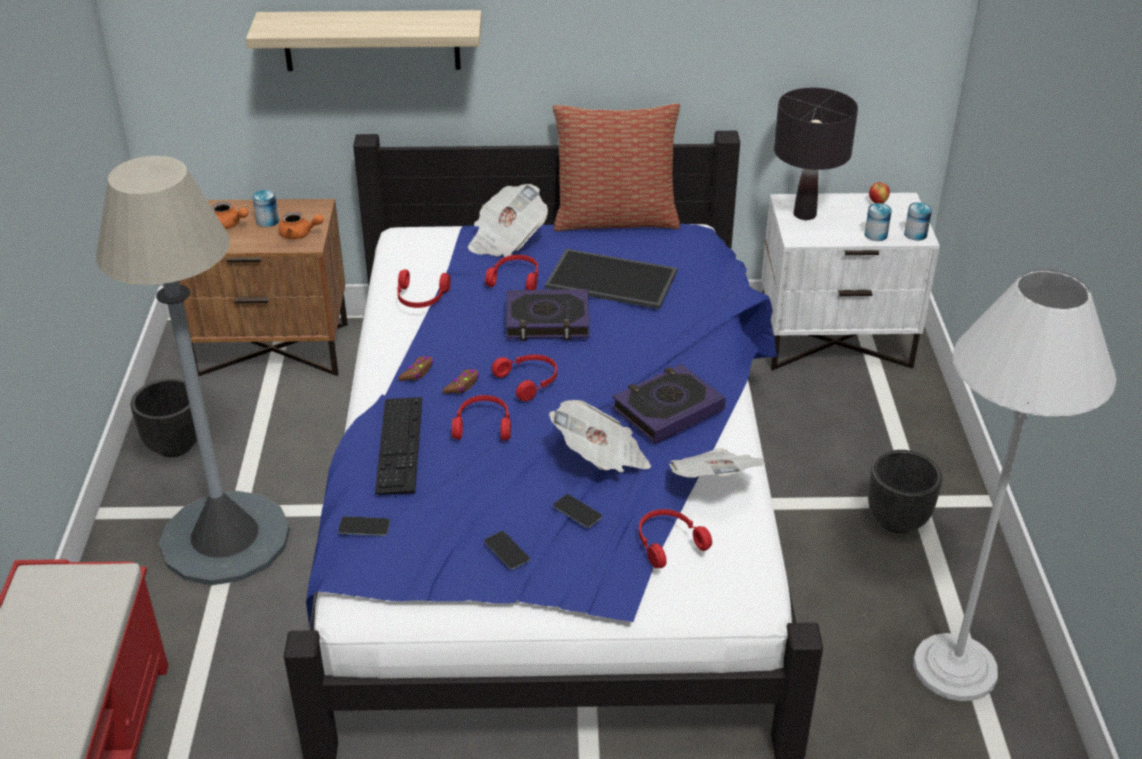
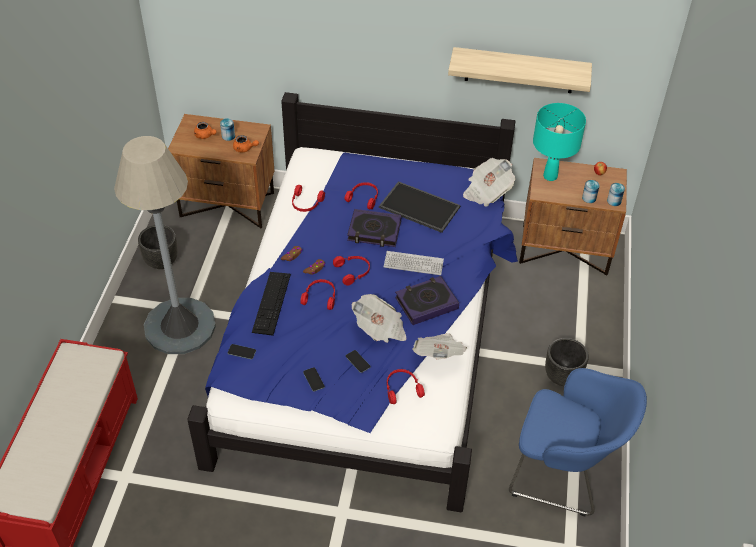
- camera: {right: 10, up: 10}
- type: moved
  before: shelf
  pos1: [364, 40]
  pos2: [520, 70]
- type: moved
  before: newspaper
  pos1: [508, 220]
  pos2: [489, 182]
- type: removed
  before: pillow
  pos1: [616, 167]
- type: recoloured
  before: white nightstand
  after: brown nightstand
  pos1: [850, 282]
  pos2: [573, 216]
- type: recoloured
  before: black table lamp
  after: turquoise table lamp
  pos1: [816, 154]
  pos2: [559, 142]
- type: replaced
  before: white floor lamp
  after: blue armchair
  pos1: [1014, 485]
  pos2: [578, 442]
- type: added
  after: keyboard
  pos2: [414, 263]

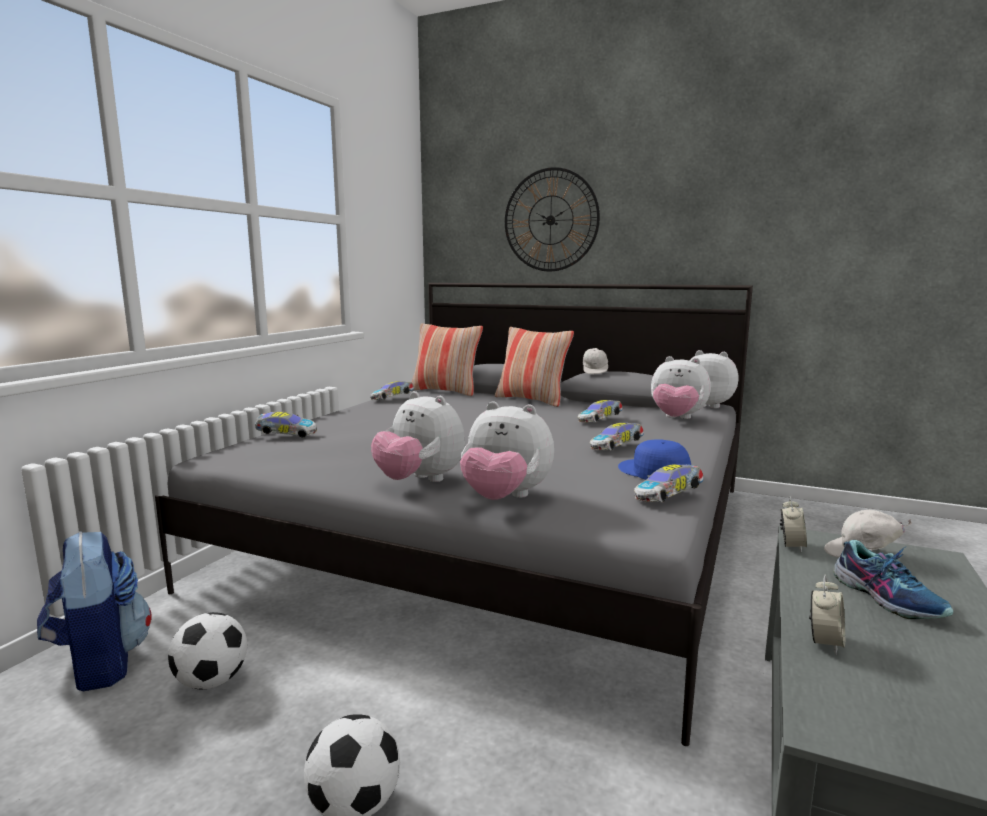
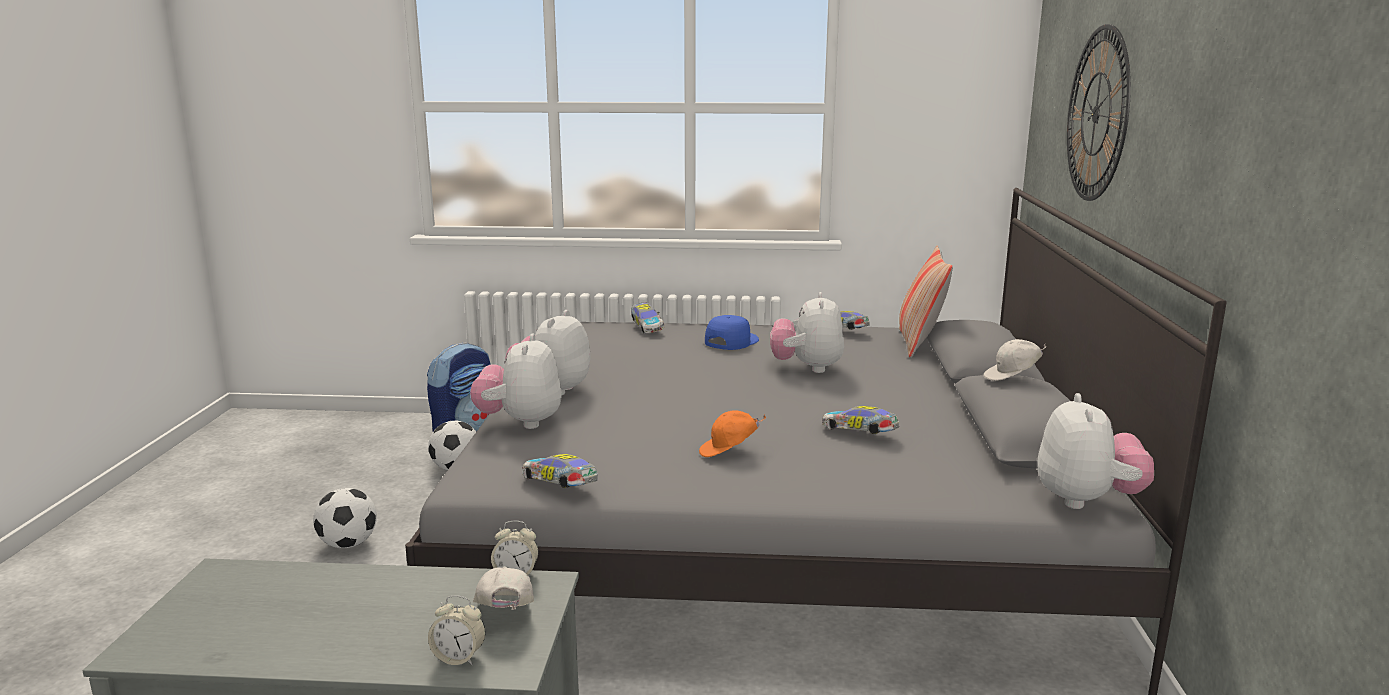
- camera: {right: 70, up: 5}
- type: removed
  before: pillow
  pos1: [534, 367]
- type: replaced
  before: toy car
  after: orange cap
  pos1: [617, 437]
  pos2: [732, 433]
- type: moved
  before: blue cap
  pos1: [654, 459]
  pos2: [732, 332]
- type: moved
  before: plush toy
  pos1: [681, 387]
  pos2: [807, 332]
- type: moved
  before: alarm clock
  pos1: [827, 614]
  pos2: [457, 630]
- type: removed
  before: shoe
  pos1: [893, 579]

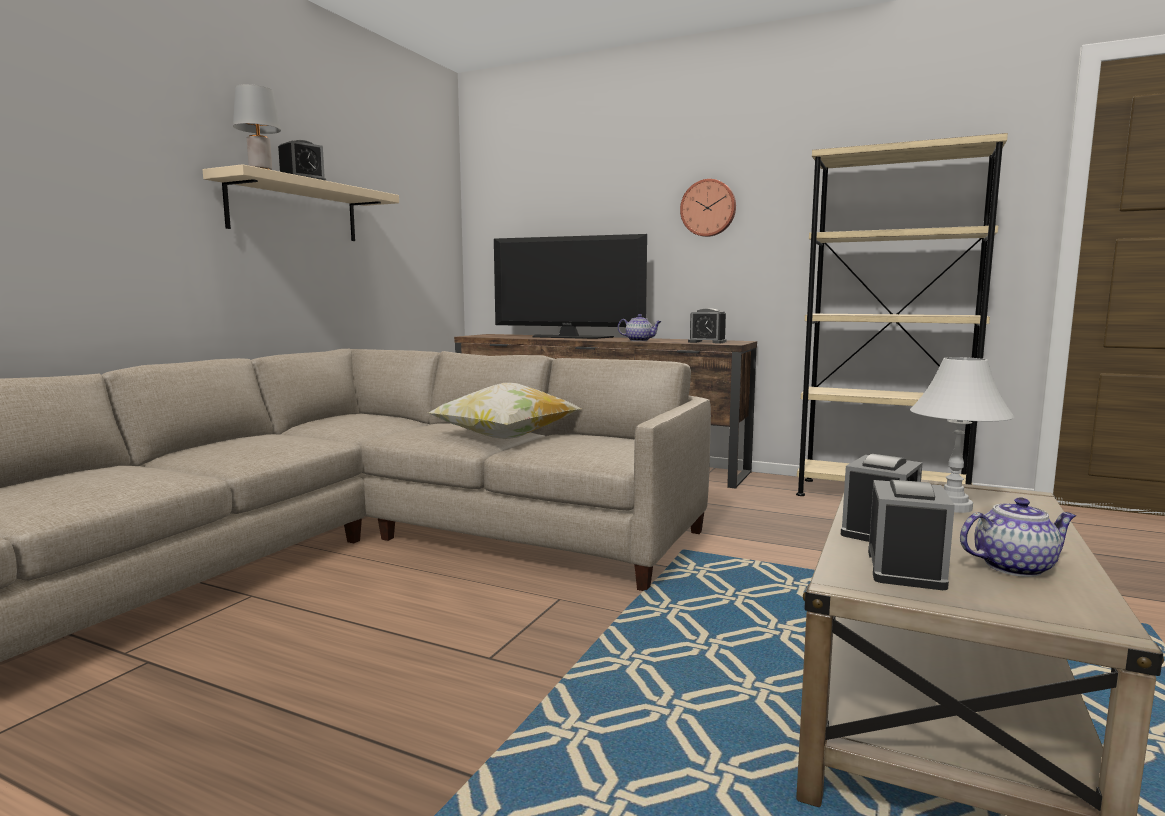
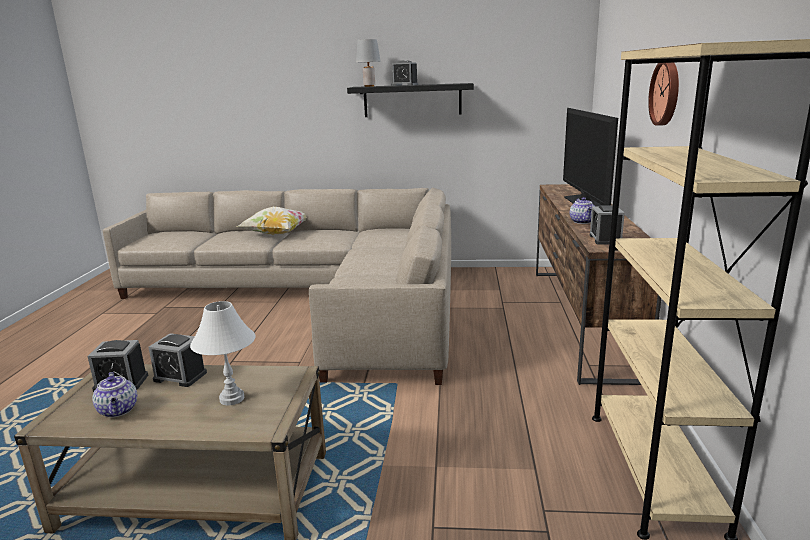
- camera: {right: 70, up: 10}
- type: recoloured
  before: beige shelf
  after: black shelf
  pos1: [301, 202]
  pos2: [410, 100]
- type: moved
  before: pillow
  pos1: [505, 411]
  pos2: [271, 221]

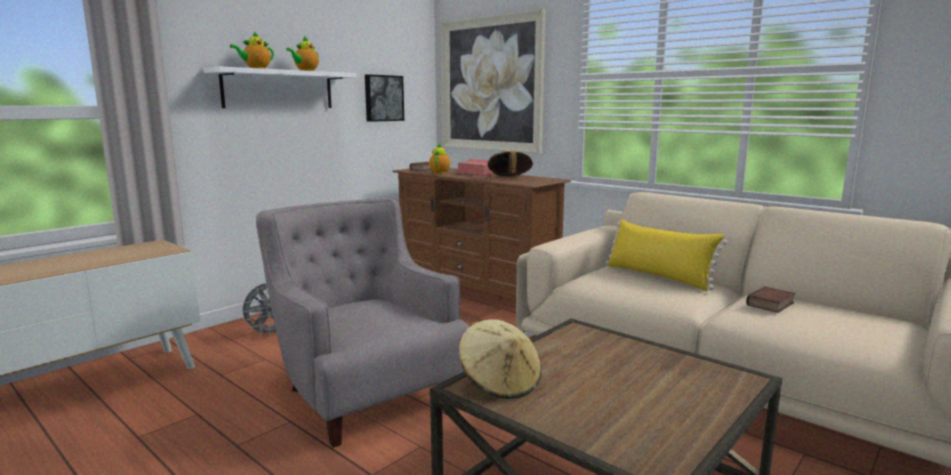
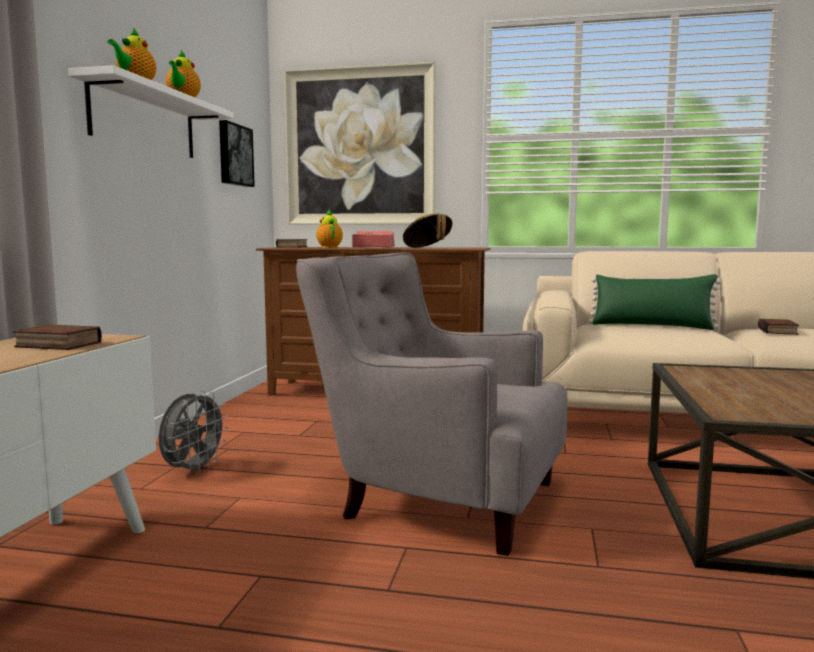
- camera: {right: -30, up: -5}
- type: removed
  before: beige hat
  pos1: [500, 359]
- type: recoloured
  before: yellow pillow
  after: green pillow
  pos1: [666, 255]
  pos2: [654, 302]
- type: added
  after: book
  pos2: [57, 337]

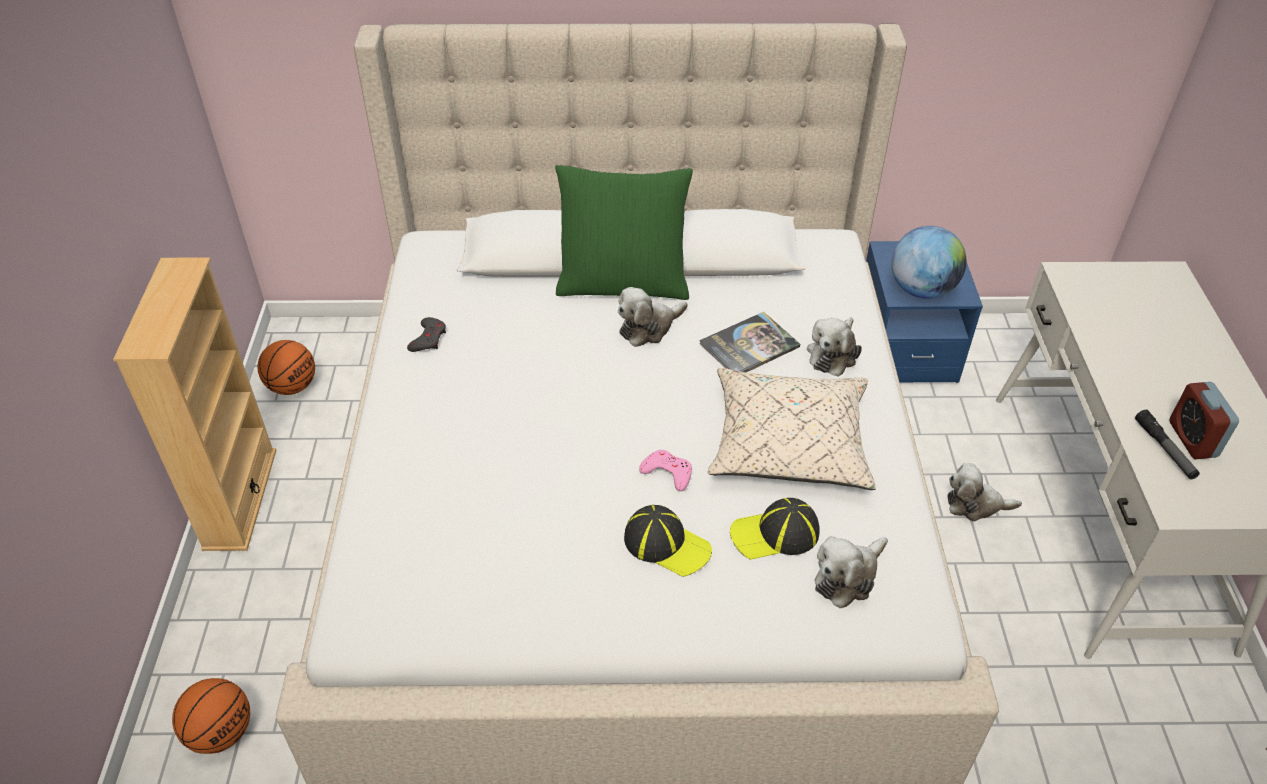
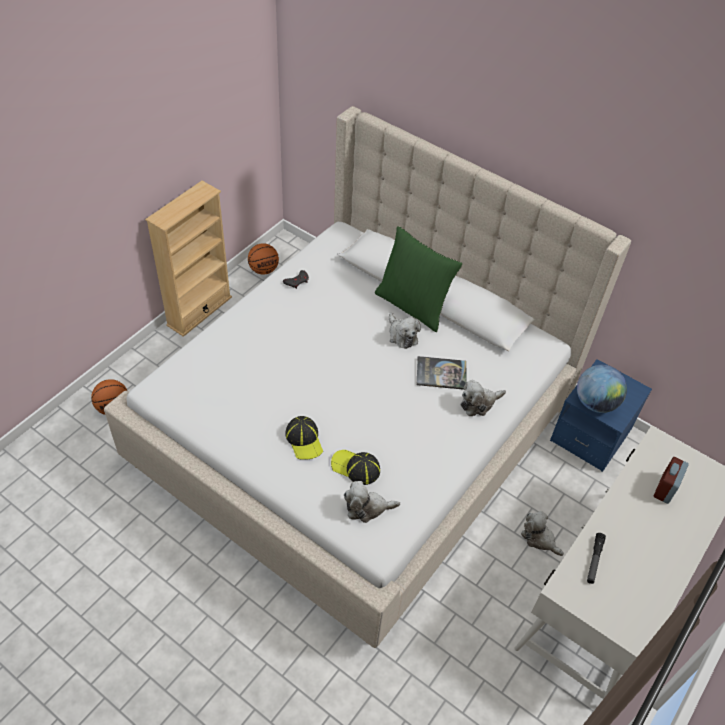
- camera: {right: 35, up: 5}
- type: turned
  before: plush toy
  pos1: [652, 317]
  pos2: [405, 330]
  turn: -120
- type: removed
  before: pink game controller
  pos1: [665, 470]
- type: removed
  before: beige pillow
  pos1: [792, 429]
- type: moved
  before: alarm clock
  pos1: [1204, 420]
  pos2: [671, 480]

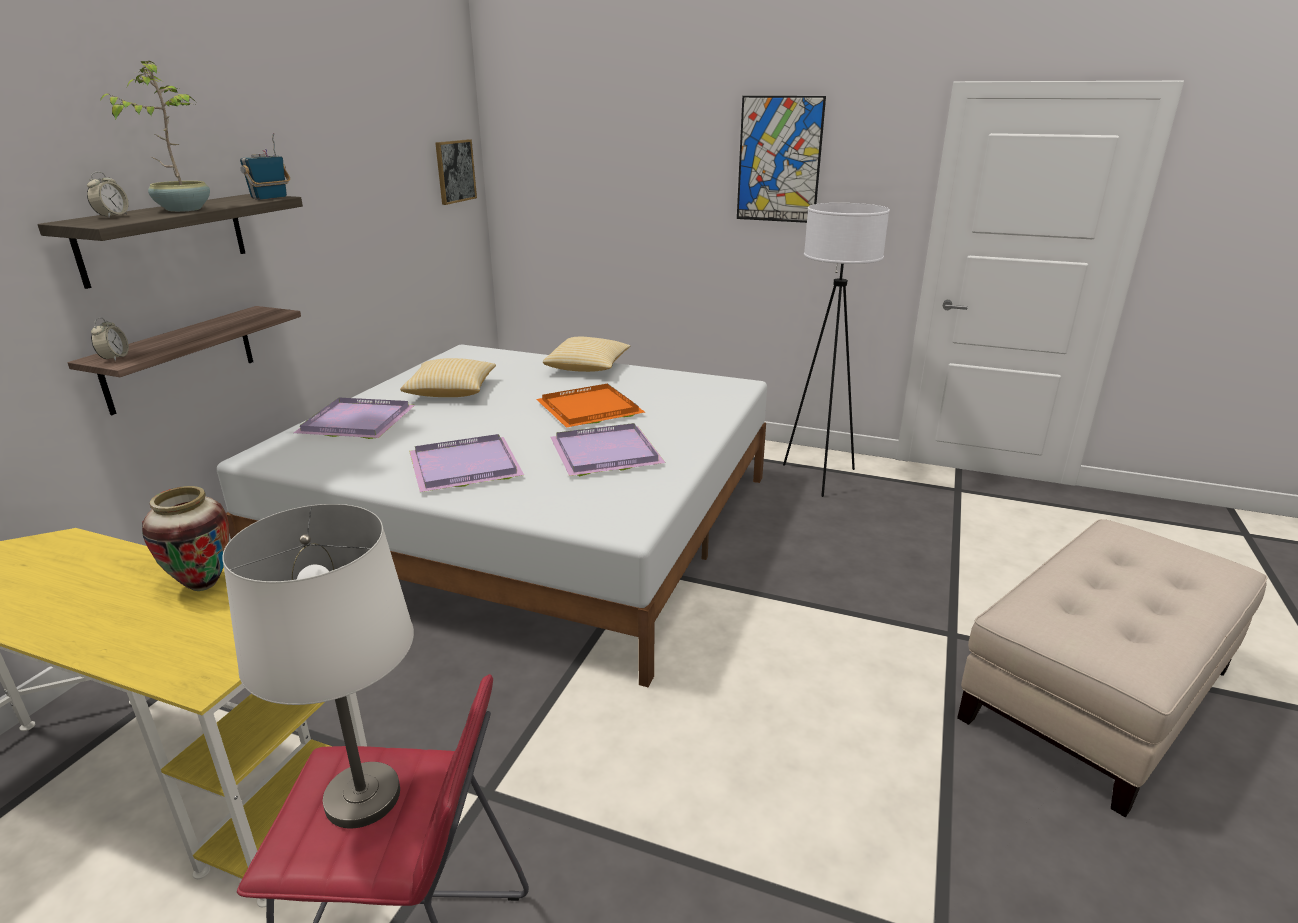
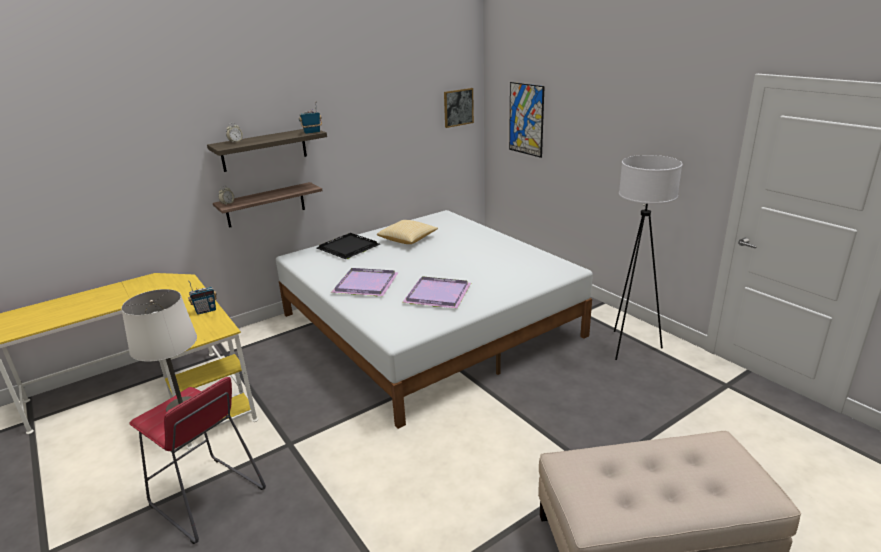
- camera: {right: 35, up: 0}
- type: removed
  before: potted plant
  pos1: [154, 136]
- type: replaced
  before: vase
  after: radio
  pos1: [185, 538]
  pos2: [202, 297]
- type: recoloured
  before: purple tray
  after: black tray
  pos1: [354, 418]
  pos2: [348, 246]
- type: removed
  before: orange tray
  pos1: [590, 405]
- type: removed
  before: pillow
  pos1: [587, 354]
- type: moved
  before: picture
  pos1: [781, 159]
  pos2: [527, 120]

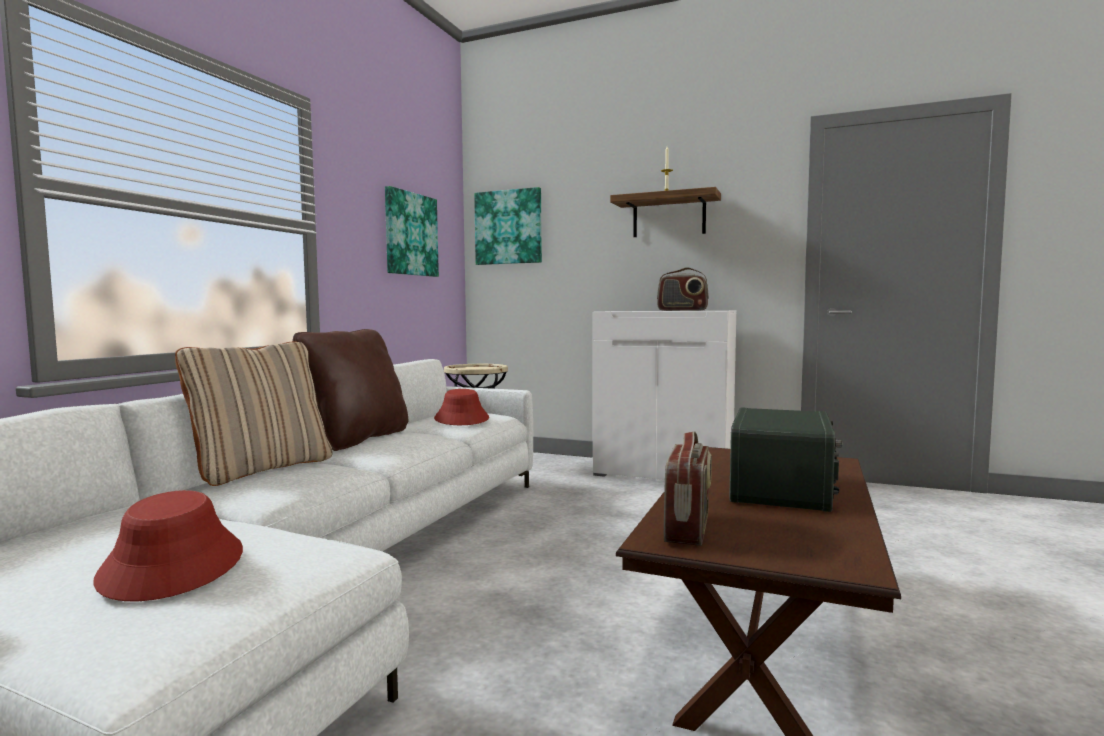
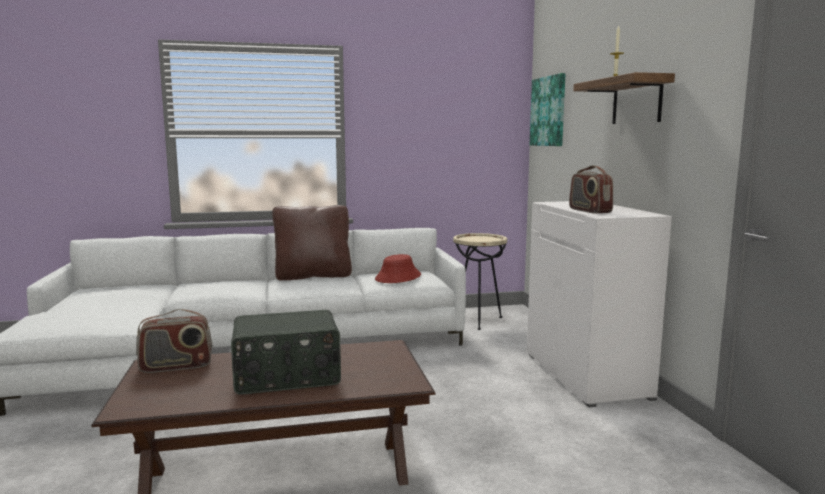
- camera: {right: 55, up: 5}
- type: removed
  before: red hat
  pos1: [168, 545]
- type: removed
  before: beige pillow
  pos1: [254, 413]
- type: removed
  before: picture
  pos1: [412, 231]

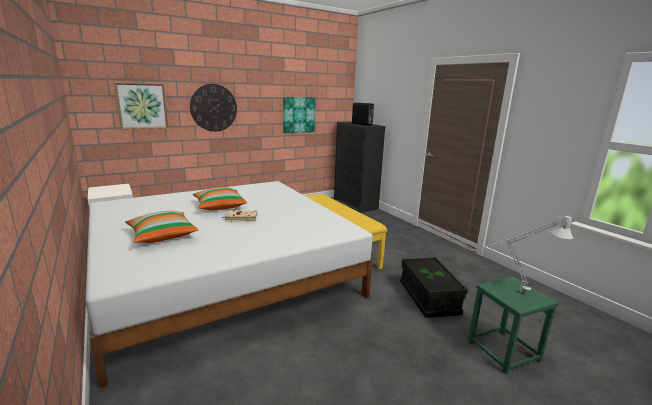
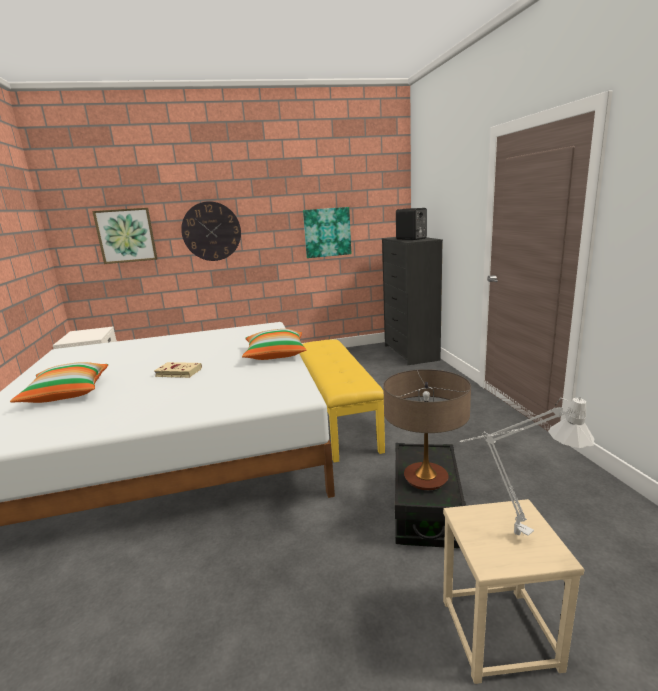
- camera: {right: 20, up: 0}
- type: moved
  before: pillow
  pos1: [220, 199]
  pos2: [274, 344]
- type: recoloured
  before: green stool
  after: beige stool
  pos1: [513, 326]
  pos2: [513, 591]
- type: added
  after: table lamp
  pos2: [427, 429]

